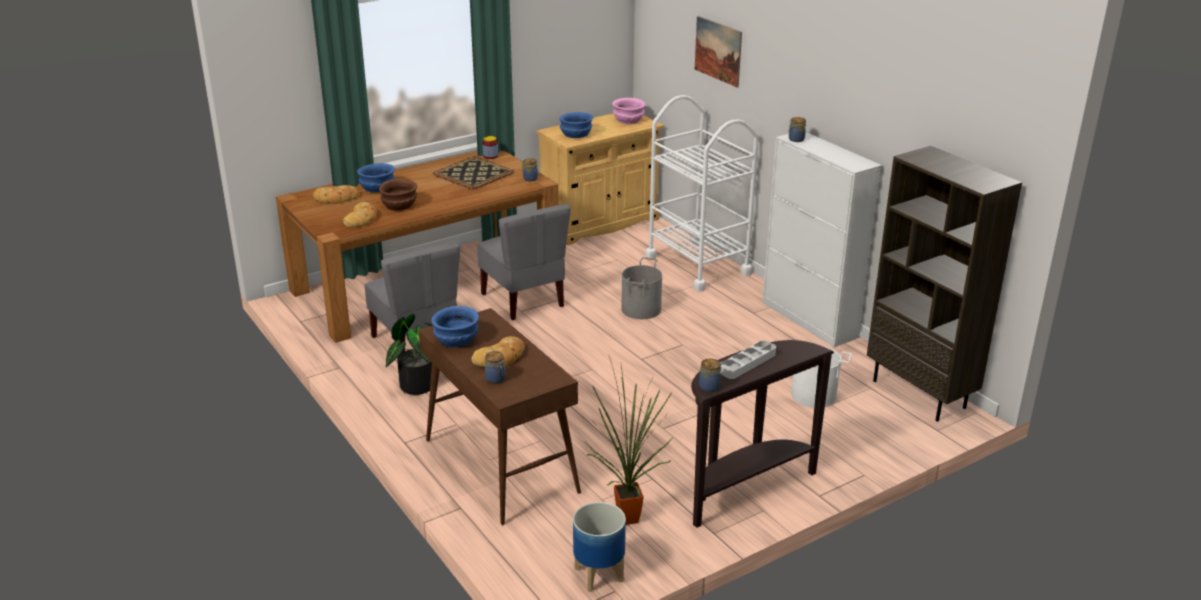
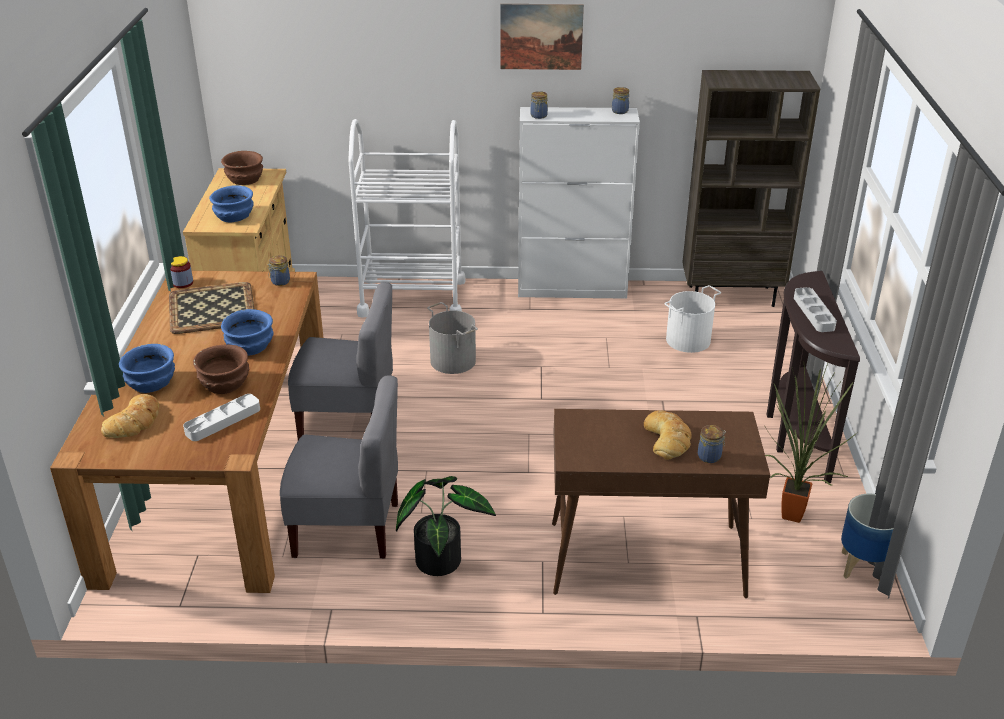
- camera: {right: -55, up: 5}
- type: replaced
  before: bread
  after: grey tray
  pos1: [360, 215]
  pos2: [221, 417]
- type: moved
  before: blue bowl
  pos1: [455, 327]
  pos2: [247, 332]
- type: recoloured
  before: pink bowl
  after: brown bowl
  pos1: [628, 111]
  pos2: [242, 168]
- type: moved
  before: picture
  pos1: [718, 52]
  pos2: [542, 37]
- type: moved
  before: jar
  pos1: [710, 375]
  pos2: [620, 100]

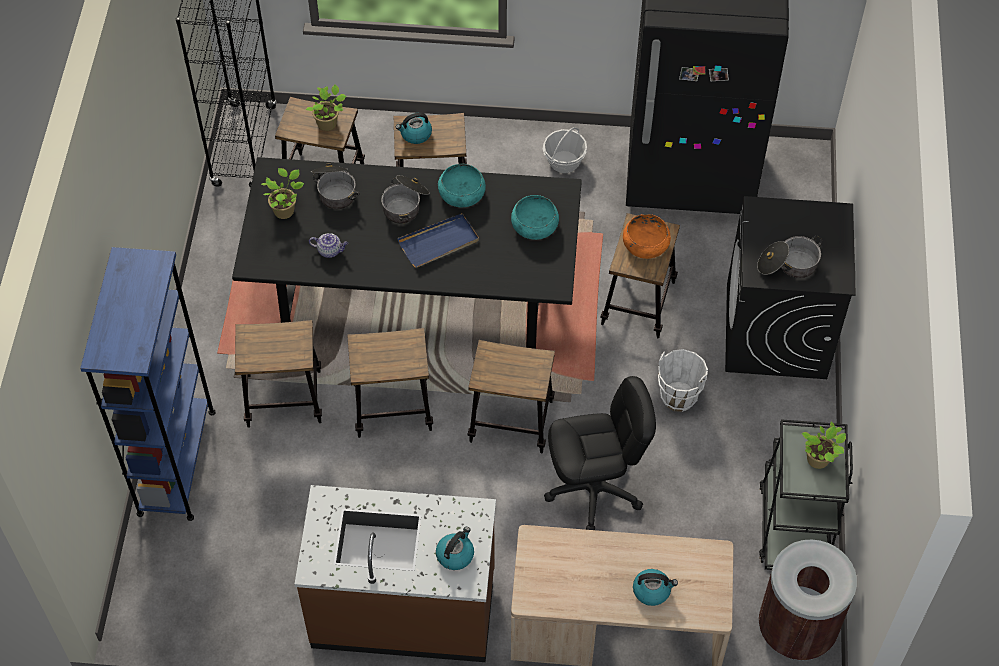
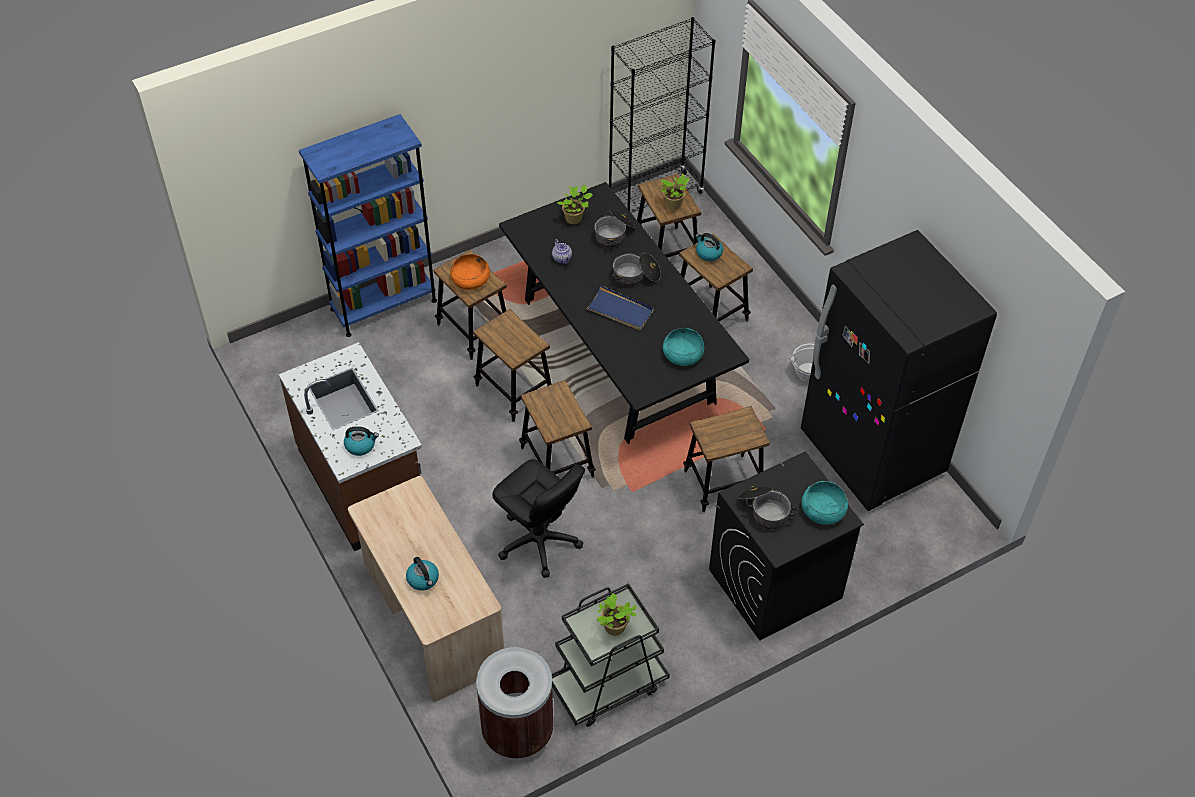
- camera: {right: 55, up: -5}
- type: moved
  before: turquoise bowl
  pos1: [462, 185]
  pos2: [824, 503]
- type: moved
  before: orange bowl
  pos1: [647, 236]
  pos2: [470, 272]
- type: removed
  before: white bucket
  pos1: [683, 380]

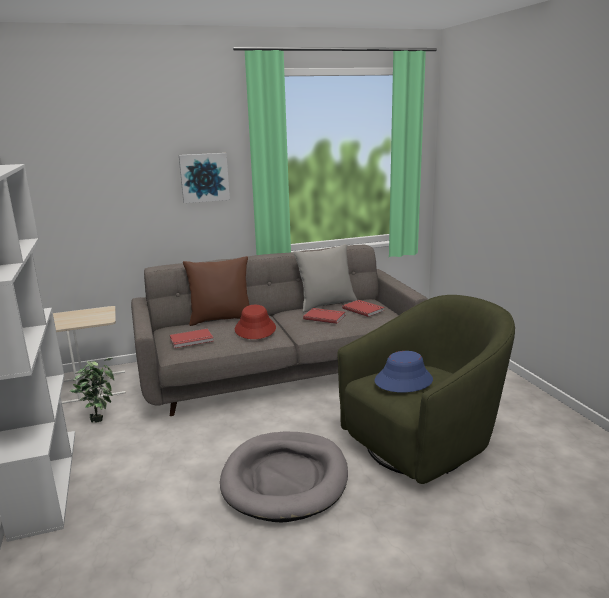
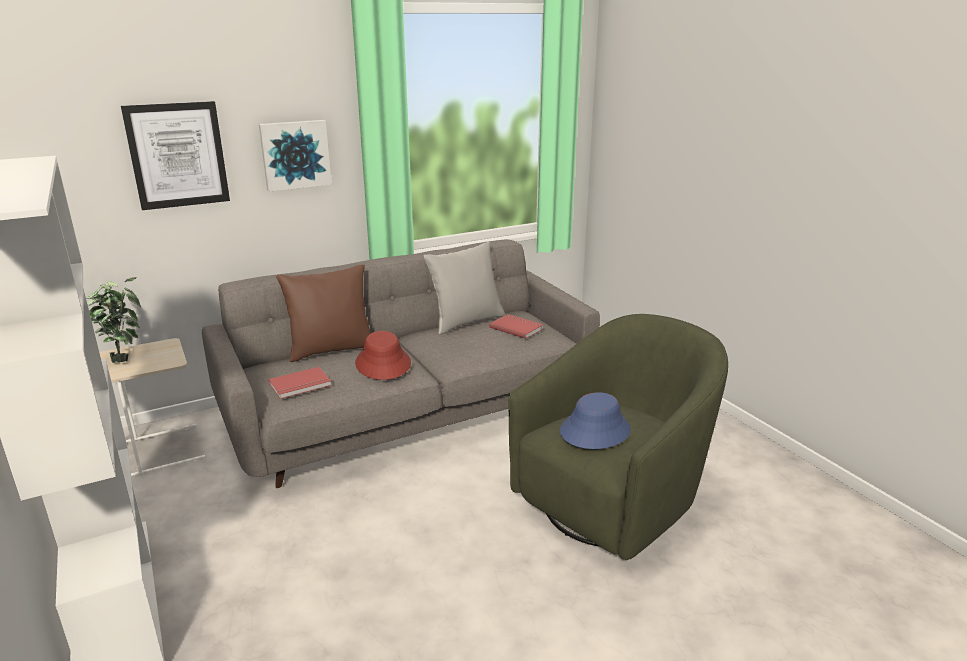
- camera: {right: -10, up: 5}
- type: moved
  before: potted plant
  pos1: [92, 390]
  pos2: [113, 320]
- type: removed
  before: grey dog bed
  pos1: [284, 476]
- type: removed
  before: red book
  pos1: [324, 316]
- type: added
  after: picture
  pos2: [175, 155]

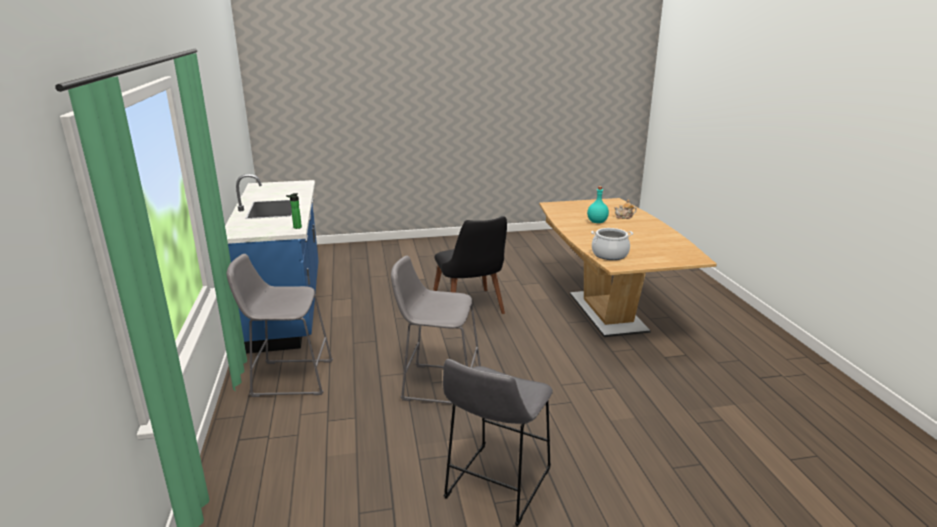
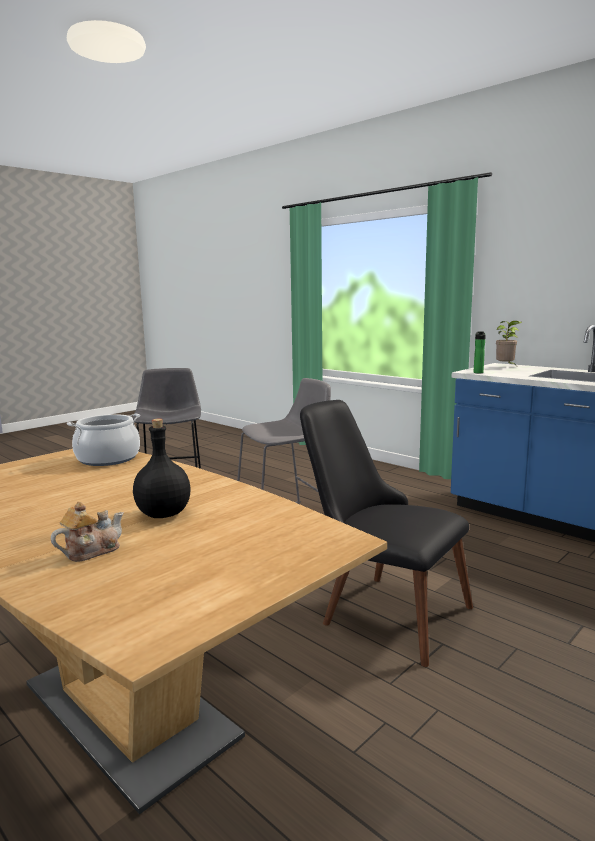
- camera: {right: 145, up: -10}
- type: removed
  before: grey stool
  pos1: [280, 325]
- type: recoloured
  before: turquoise bottle
  after: black bottle
  pos1: [598, 204]
  pos2: [161, 468]
- type: added
  after: potted plant
  pos2: [509, 343]

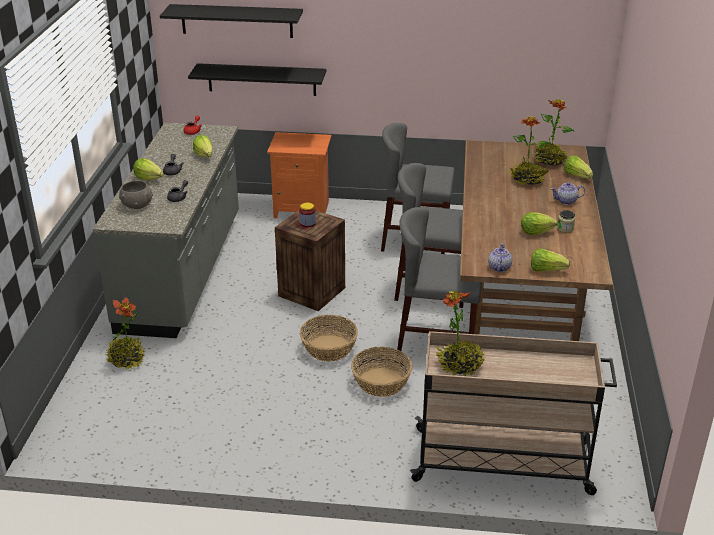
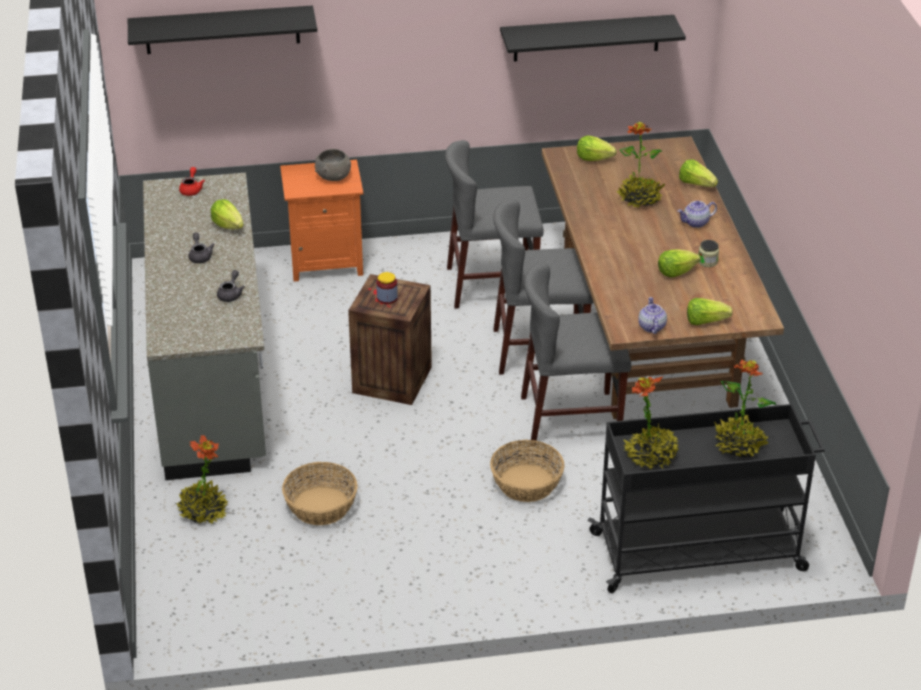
- camera: {right: -15, up: 5}
- type: moved
  before: grey bowl
  pos1: [136, 195]
  pos2: [333, 165]
- type: moved
  before: lettuce
  pos1: [148, 169]
  pos2: [597, 148]
- type: moved
  before: black shelf
  pos1: [257, 79]
  pos2: [593, 38]
- type: moved
  before: basket
  pos1: [329, 338]
  pos2: [320, 493]
- type: recoloured
  before: beige cart
  after: black cart
  pos1: [513, 413]
  pos2: [706, 498]
- type: moved
  before: potted plant
  pos1: [554, 132]
  pos2: [745, 408]

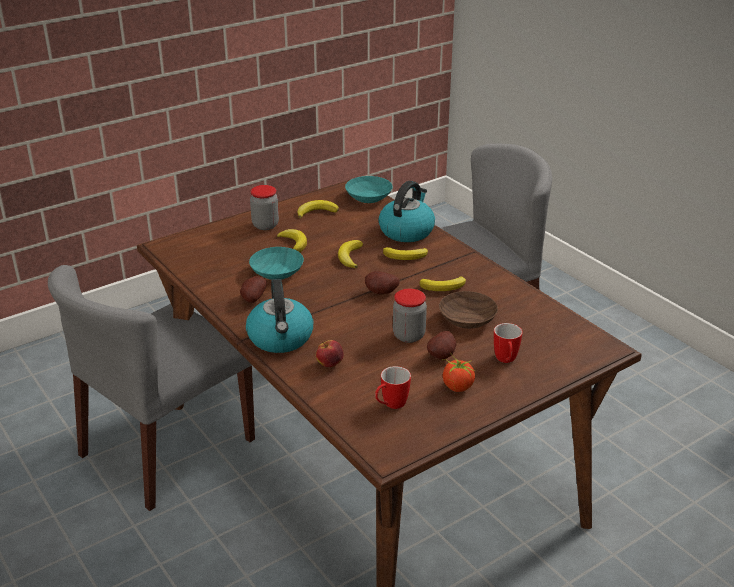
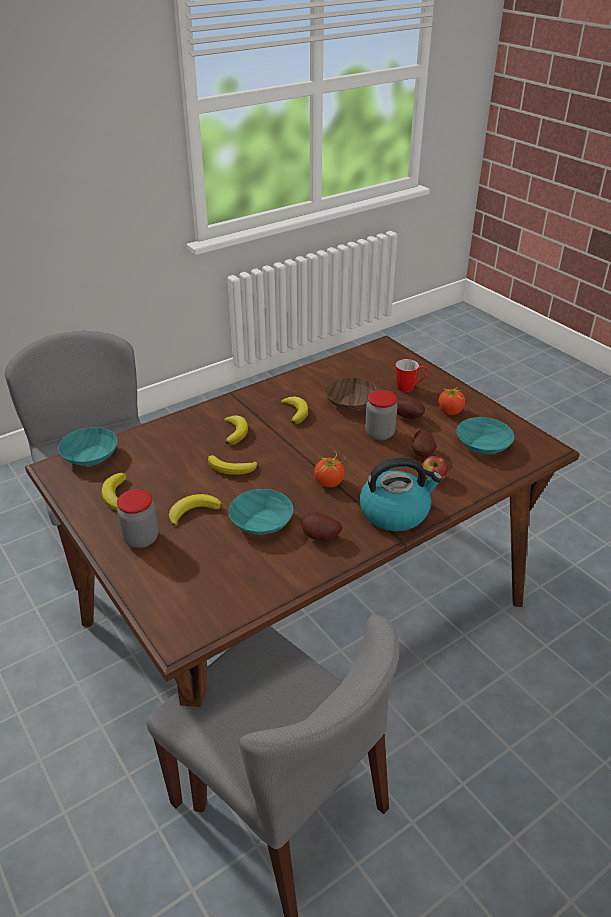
- camera: {right: -90, up: 5}
- type: moved
  before: potato
  pos1: [382, 282]
  pos2: [424, 443]
- type: replaced
  before: mug
  after: turquoise bowl
  pos1: [393, 387]
  pos2: [485, 435]
- type: removed
  before: kettle
  pos1: [407, 211]
- type: added
  after: tomato
  pos2: [330, 469]

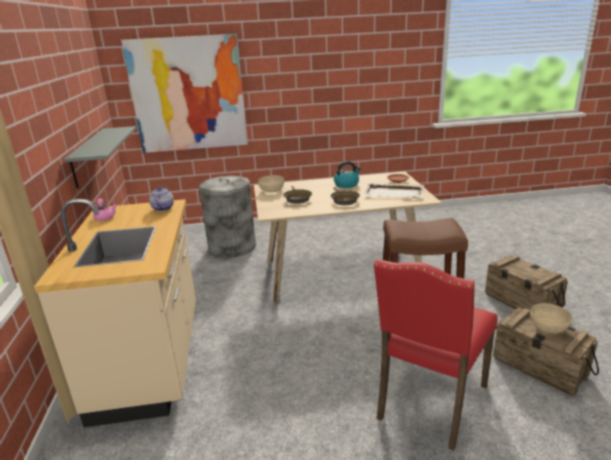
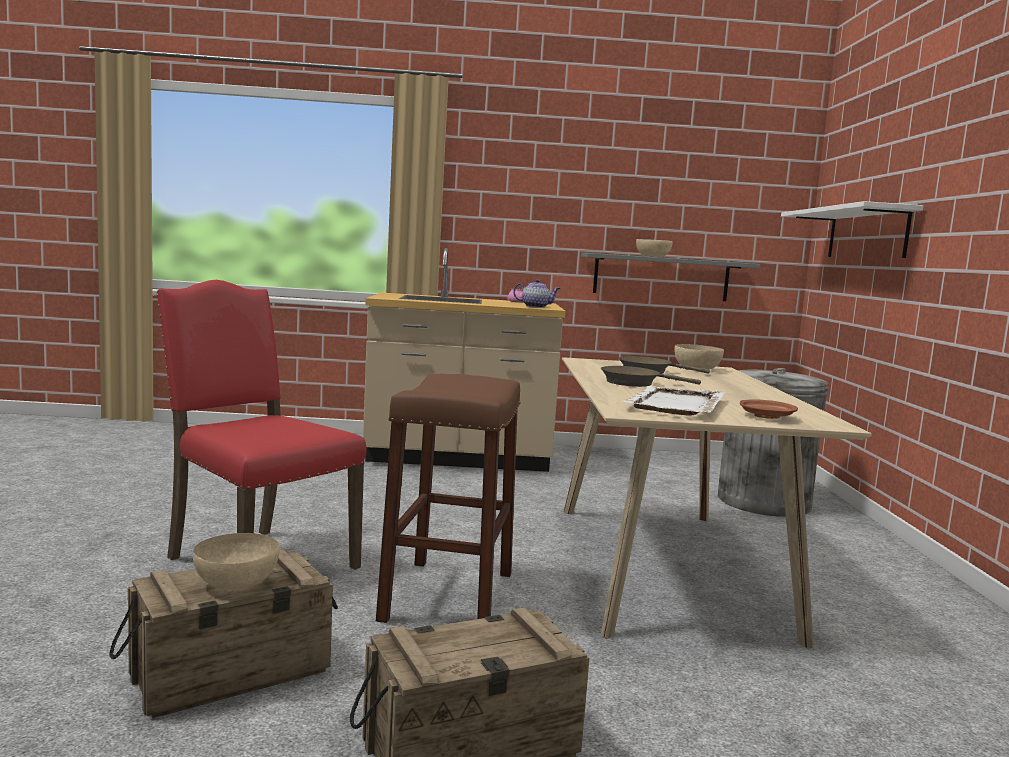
- camera: {right: 95, up: -15}
- type: replaced
  before: picture
  after: white shelf
  pos1: [184, 93]
  pos2: [852, 229]
- type: removed
  before: kettle
  pos1: [347, 174]
- type: added
  after: beige bowl
  pos2: [654, 248]

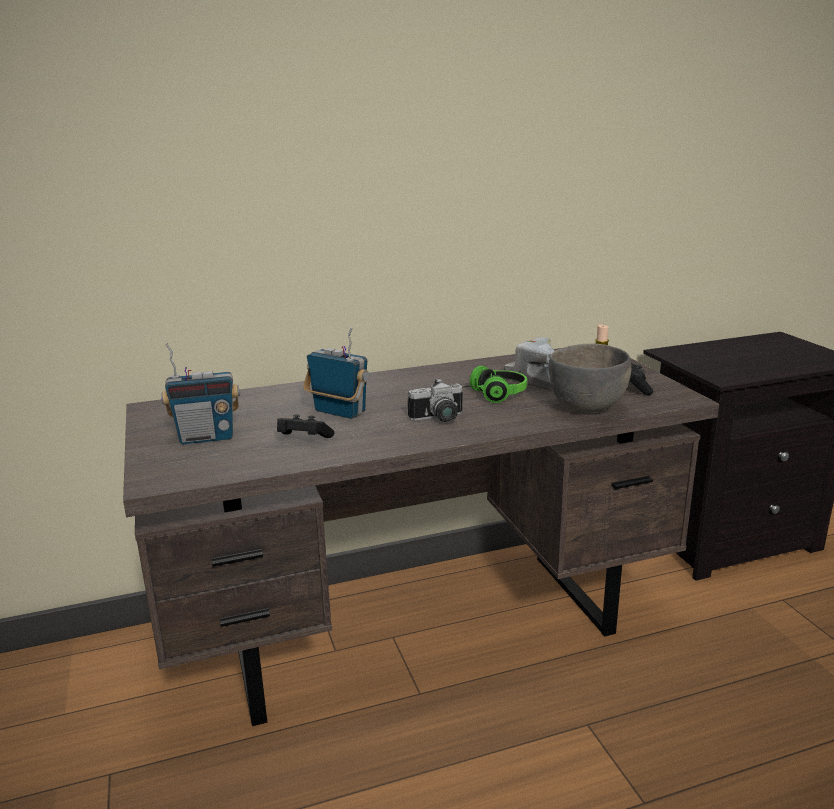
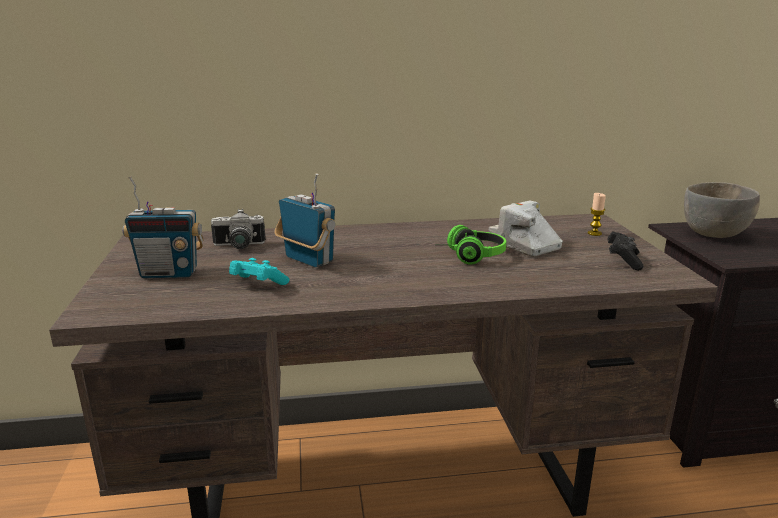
- camera: {right: 10, up: 0}
- type: recoloured
  before: black game controller
  after: turquoise game controller
  pos1: [306, 426]
  pos2: [259, 271]
- type: moved
  before: photo camera
  pos1: [435, 400]
  pos2: [238, 229]
- type: moved
  before: grey bowl
  pos1: [590, 378]
  pos2: [722, 210]

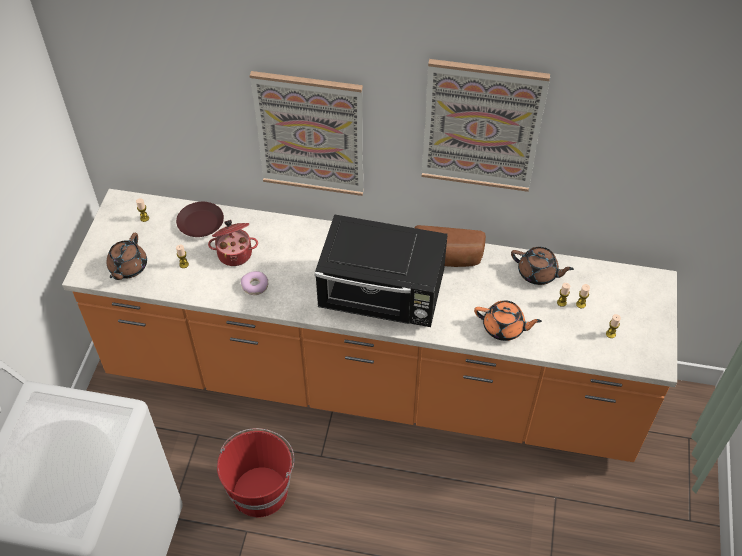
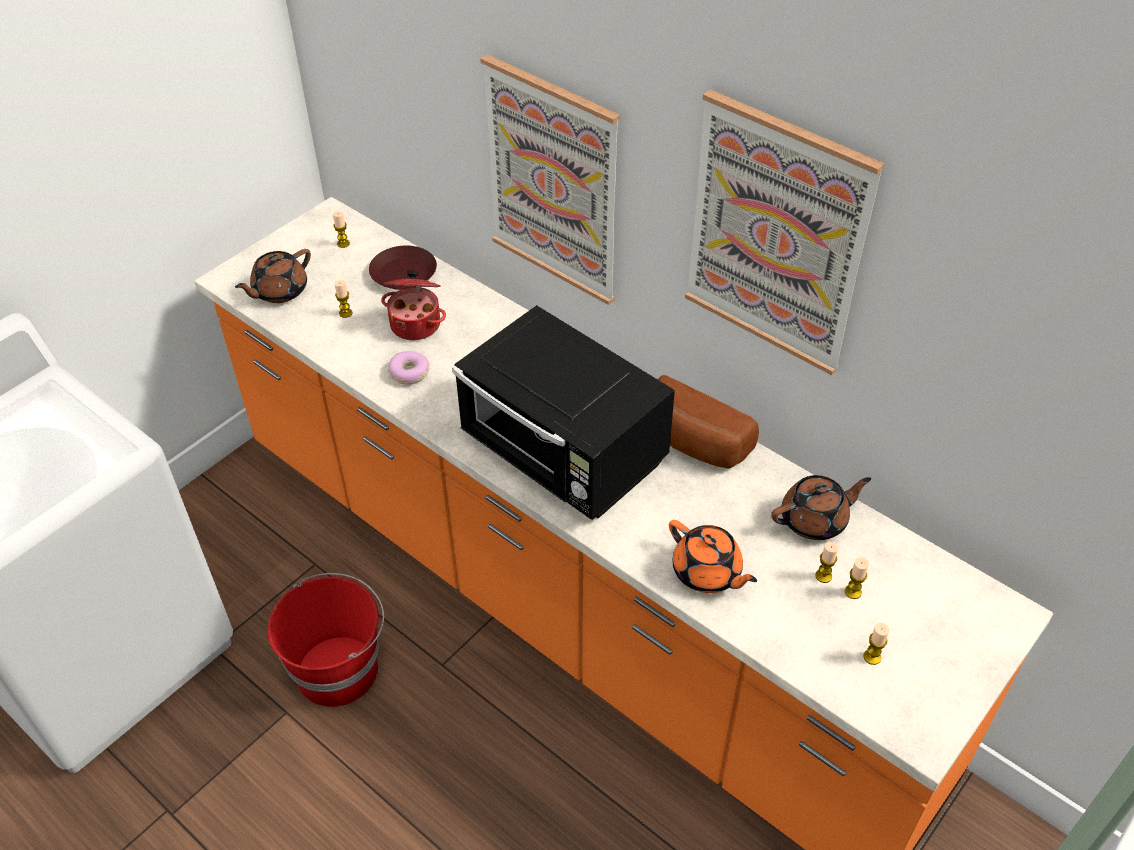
- camera: {right: 30, up: -5}
- type: turned
  before: brown teapot
  pos1: [542, 266]
  pos2: [821, 507]
  turn: -75

